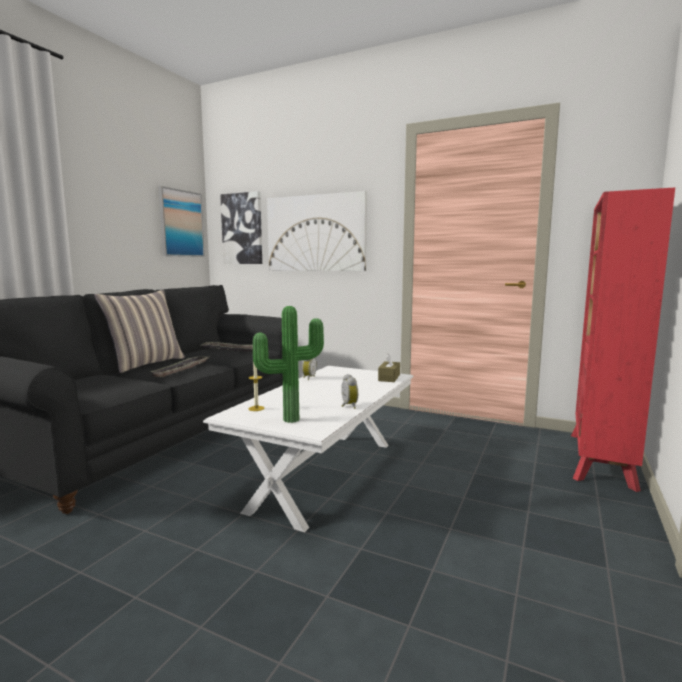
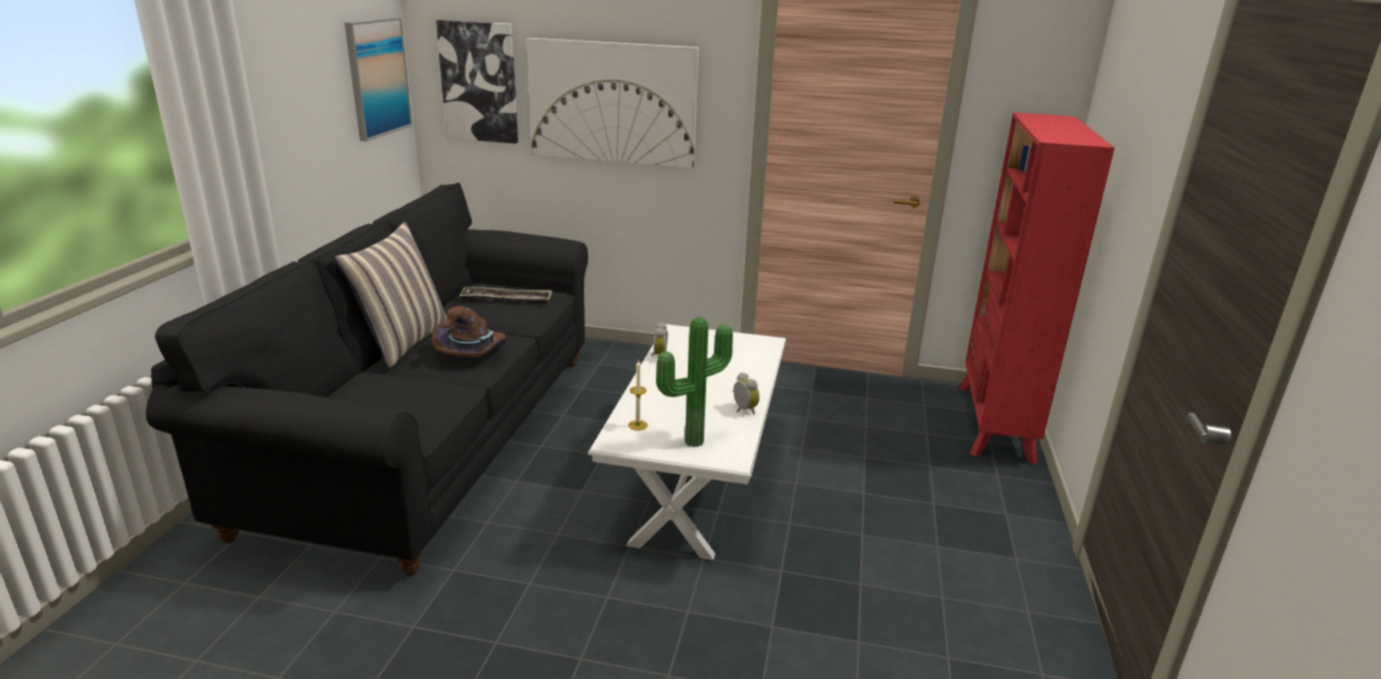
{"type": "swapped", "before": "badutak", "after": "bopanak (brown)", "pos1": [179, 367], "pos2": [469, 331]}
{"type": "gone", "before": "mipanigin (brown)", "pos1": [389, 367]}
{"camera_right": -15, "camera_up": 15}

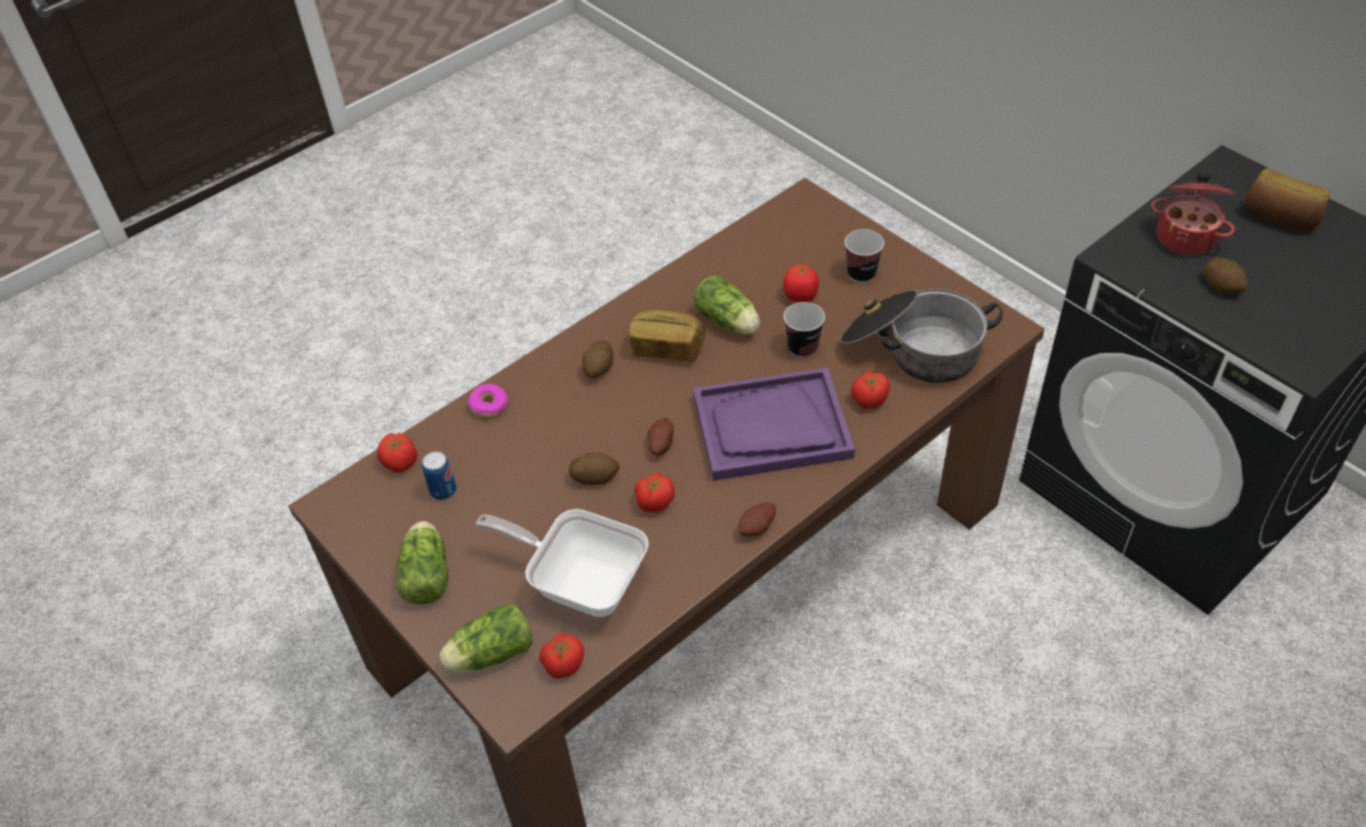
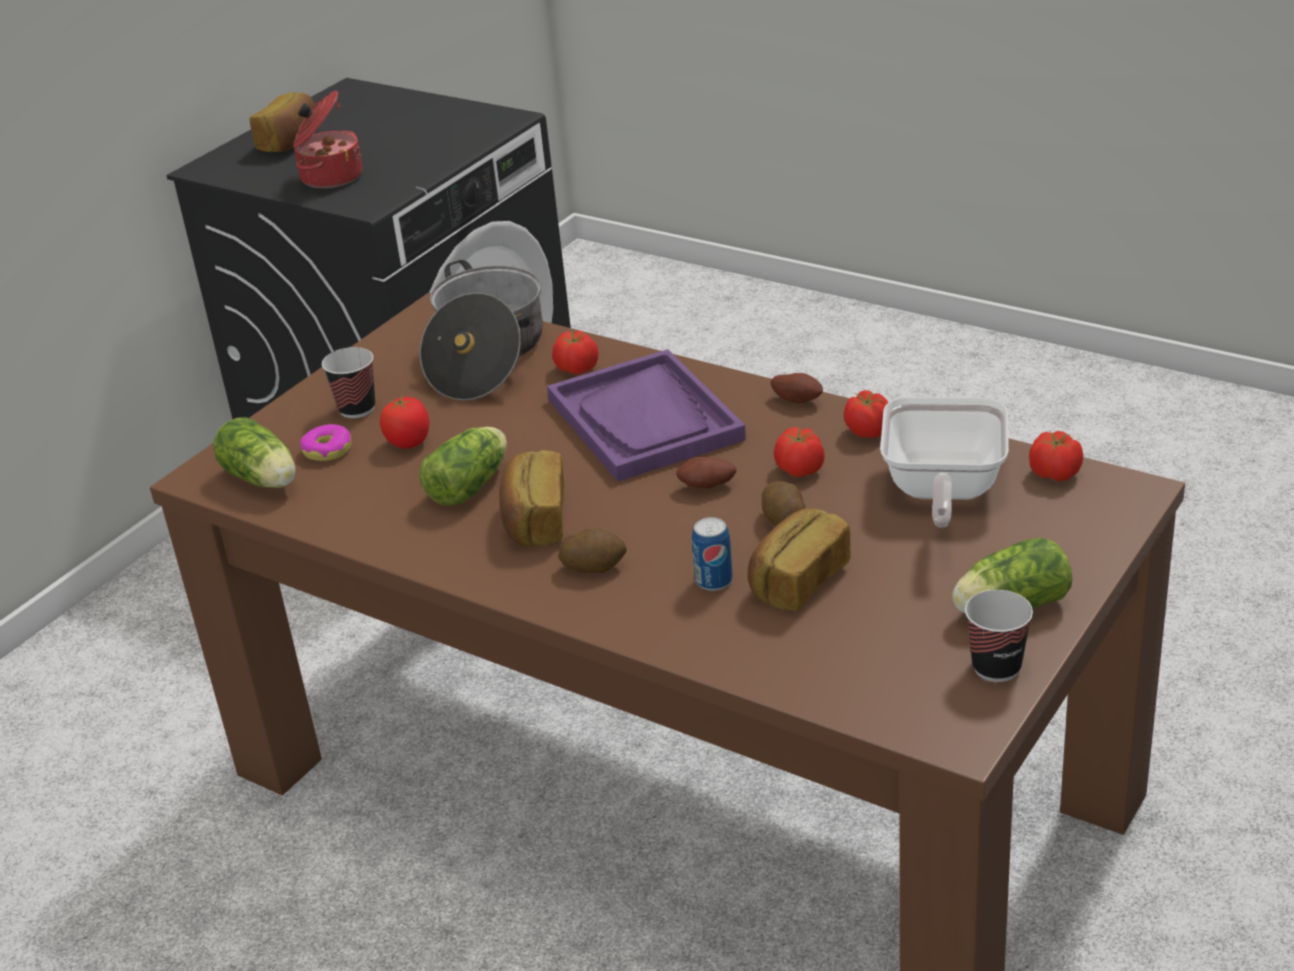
{"type": "shifted", "before": "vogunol", "pos1": [485, 638], "pos2": [254, 452]}
{"type": "shifted", "before": "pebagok", "pos1": [488, 401], "pos2": [326, 442]}
{"type": "shifted", "before": "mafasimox", "pos1": [439, 475], "pos2": [712, 554]}
{"type": "new", "after": "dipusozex", "pos2": [799, 559]}
{"type": "shifted", "before": "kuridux", "pos1": [397, 453], "pos2": [866, 414]}
{"type": "shifted", "before": "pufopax", "pos1": [804, 330], "pos2": [999, 636]}
{"type": "gone", "before": "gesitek", "pos1": [1226, 275]}
{"camera_right": -105, "camera_up": -15}

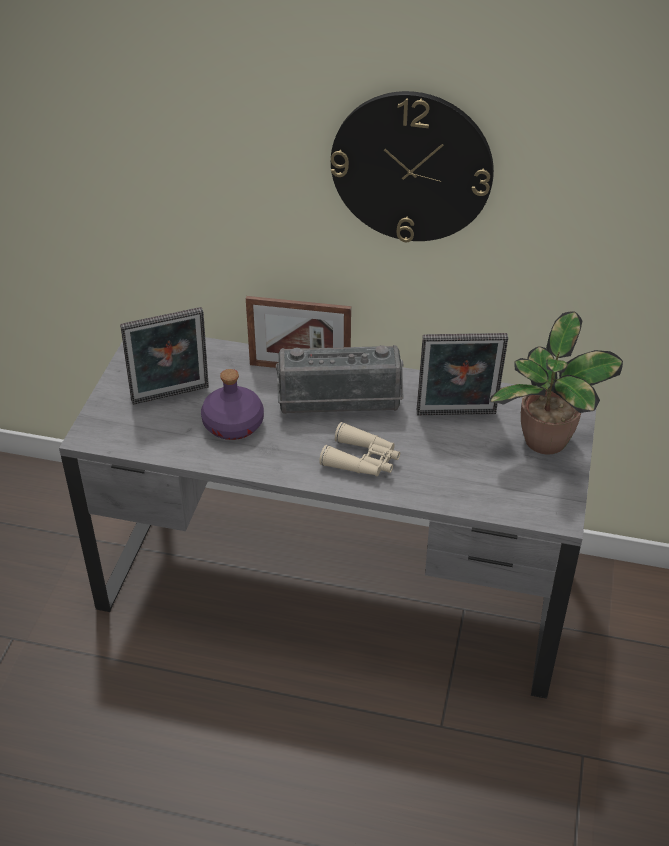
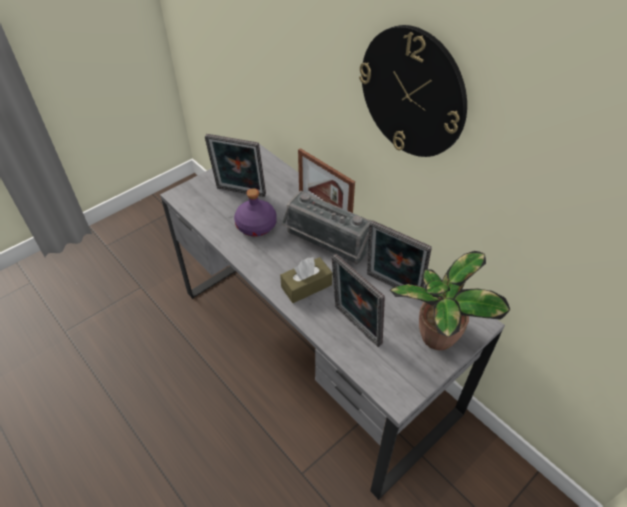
{"type": "swapped", "before": "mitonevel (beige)", "after": "mipanigin (brown)", "pos1": [359, 449], "pos2": [306, 280]}
{"type": "new", "after": "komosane", "pos2": [358, 300]}
{"camera_right": 35, "camera_up": 5}

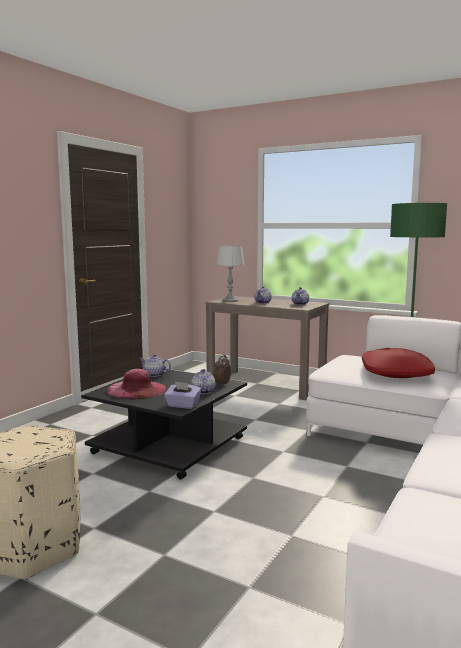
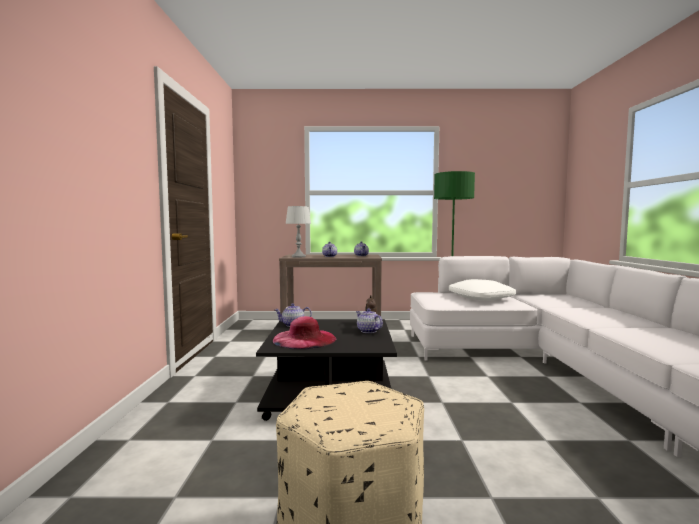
{"type": "repainted", "before": "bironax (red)", "after": "bironax (white)", "pos1": [398, 363], "pos2": [482, 290]}
{"type": "gone", "before": "mipanigin (purple)", "pos1": [182, 395]}
{"camera_right": -30, "camera_up": -5}

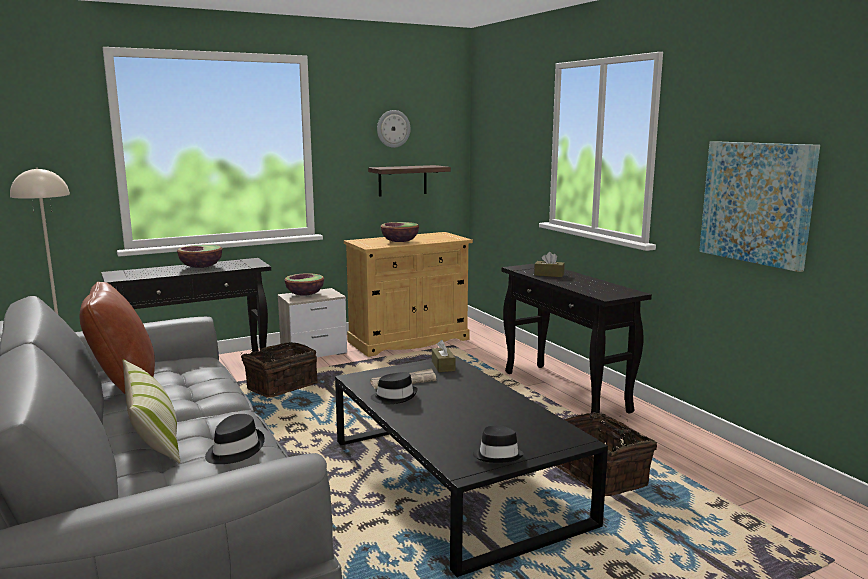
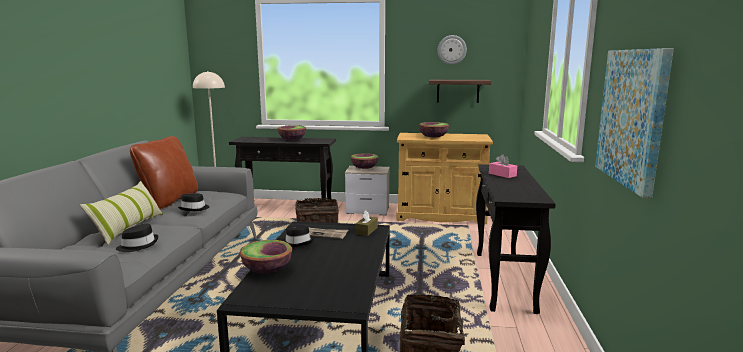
{"type": "shifted", "before": "bopanak (black)", "pos1": [498, 444], "pos2": [193, 202]}
{"type": "new", "after": "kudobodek", "pos2": [266, 257]}
{"type": "repainted", "before": "mipanigin (brown)", "after": "mipanigin (pink)", "pos1": [549, 264], "pos2": [503, 166]}
{"camera_right": 35, "camera_up": 0}

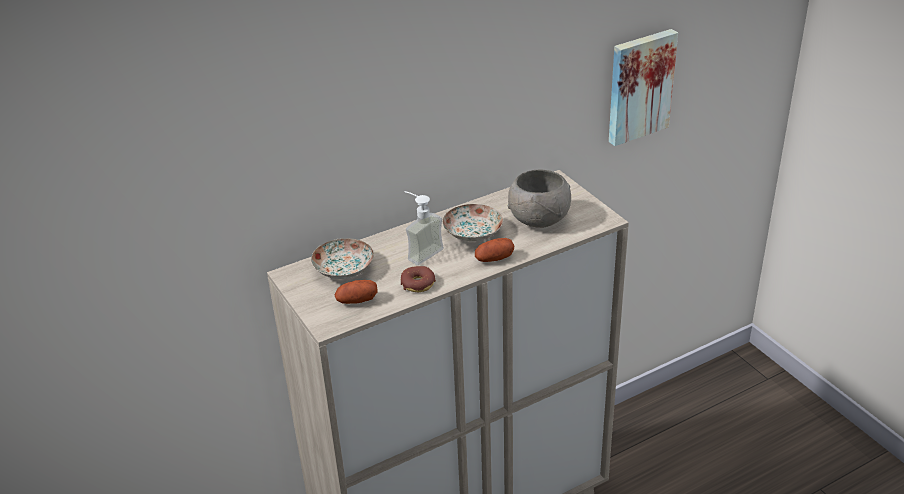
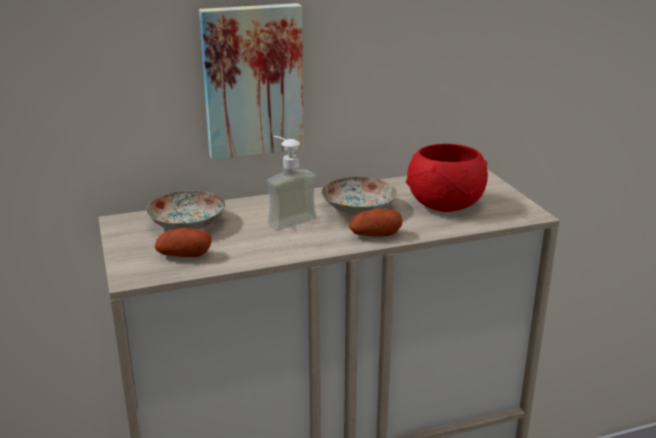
{"type": "shifted", "before": "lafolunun", "pos1": [643, 87], "pos2": [251, 81]}
{"type": "repainted", "before": "kudobodek (grey)", "after": "kudobodek (red)", "pos1": [539, 199], "pos2": [447, 178]}
{"type": "gone", "before": "pebagok", "pos1": [418, 279]}
{"camera_right": 10, "camera_up": -10}

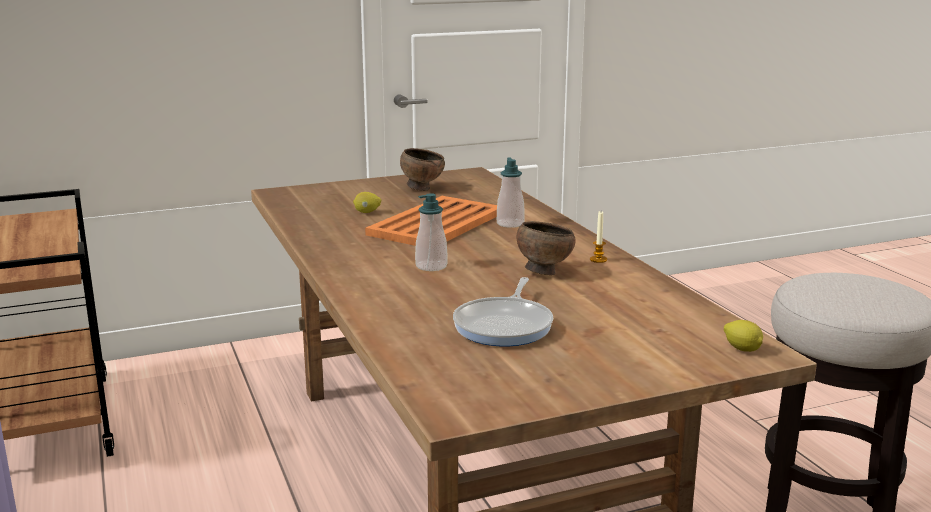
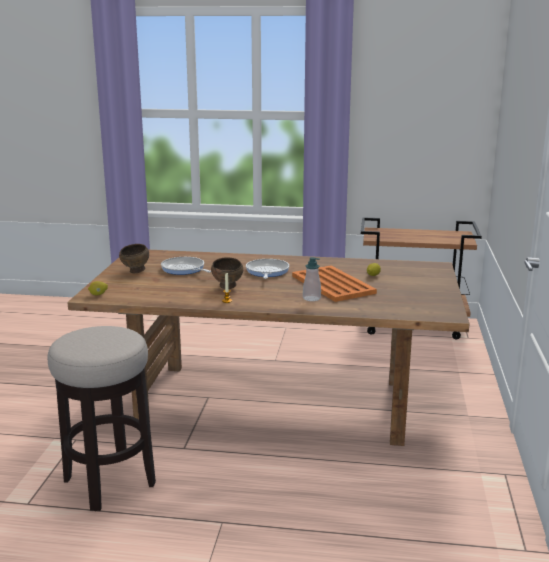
{"type": "shifted", "before": "kudobodek (brown)", "pos1": [422, 169], "pos2": [134, 258]}
{"type": "swapped", "before": "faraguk", "after": "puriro", "pos1": [431, 232], "pos2": [267, 269]}
{"camera_right": 120, "camera_up": 0}

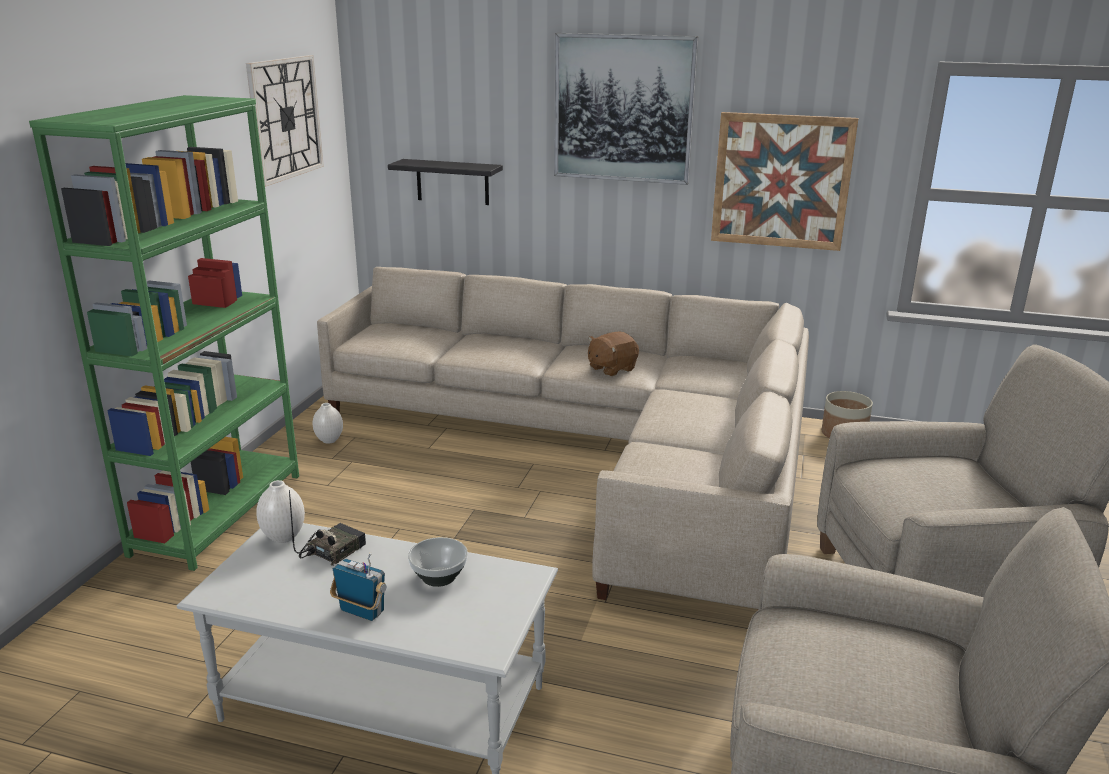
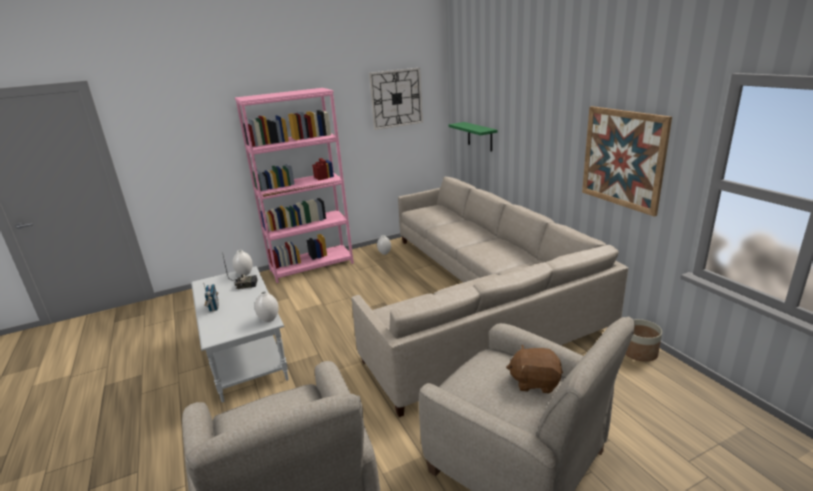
{"type": "repainted", "before": "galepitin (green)", "after": "galepitin (pink)", "pos1": [164, 333], "pos2": [294, 185]}
{"type": "new", "after": "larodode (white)", "pos2": [267, 306]}
{"type": "repainted", "before": "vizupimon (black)", "after": "vizupimon (green)", "pos1": [445, 182], "pos2": [473, 137]}
{"type": "shifted", "before": "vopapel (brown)", "pos1": [613, 354], "pos2": [534, 369]}
{"type": "gone", "before": "kudobodek", "pos1": [438, 562]}
{"type": "gone", "before": "lafolunun", "pos1": [626, 109]}
{"camera_right": 50, "camera_up": 0}

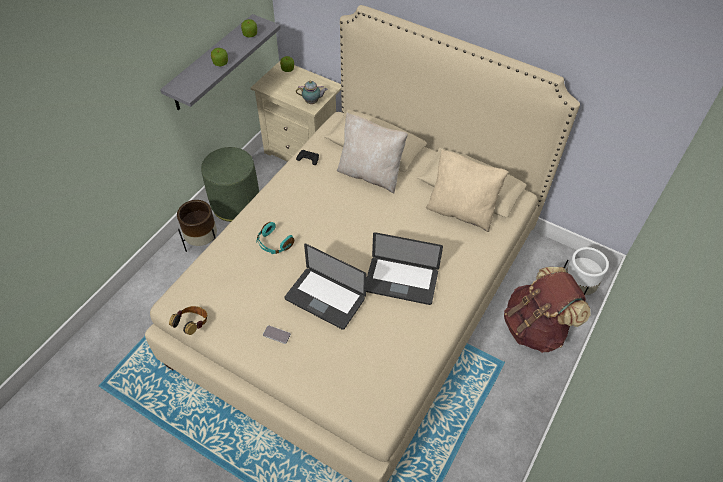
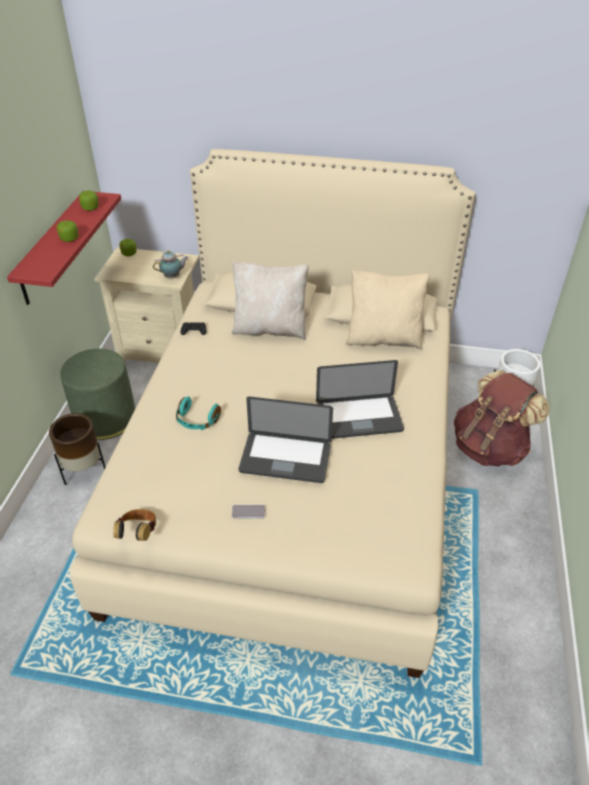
{"type": "repainted", "before": "vizupimon (grey)", "after": "vizupimon (red)", "pos1": [220, 62], "pos2": [64, 248]}
{"camera_right": -20, "camera_up": -10}

